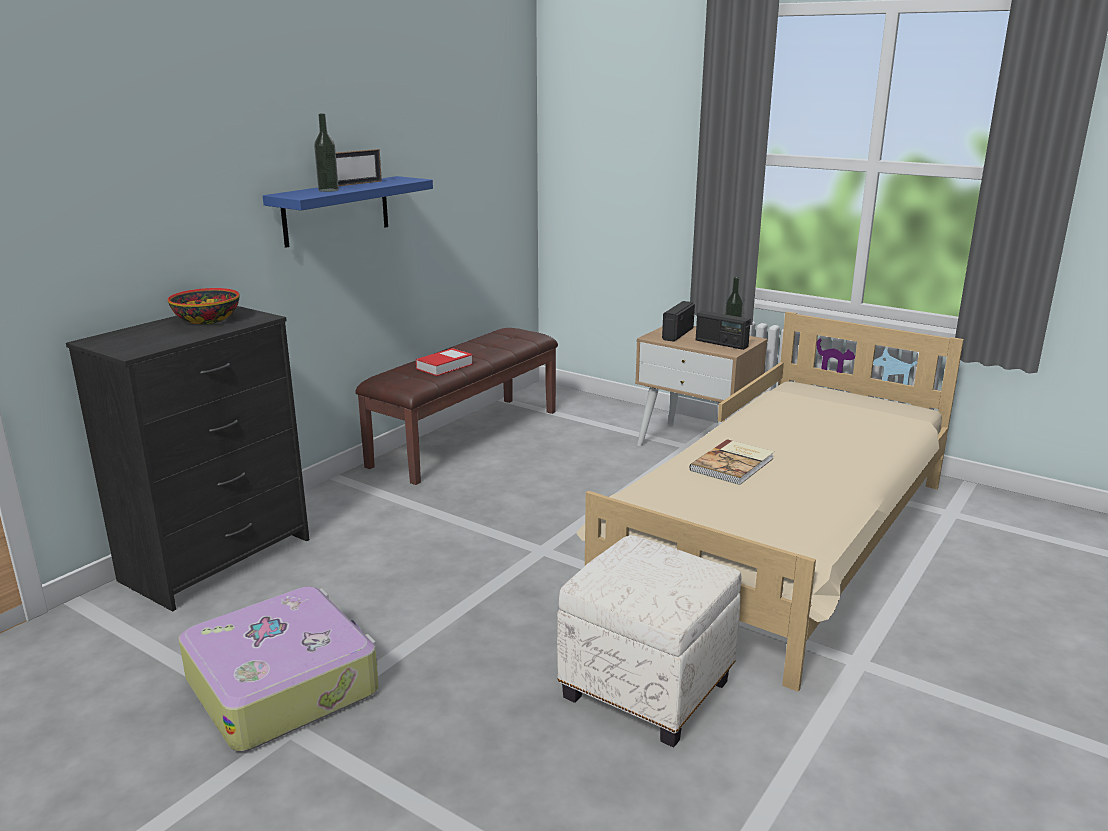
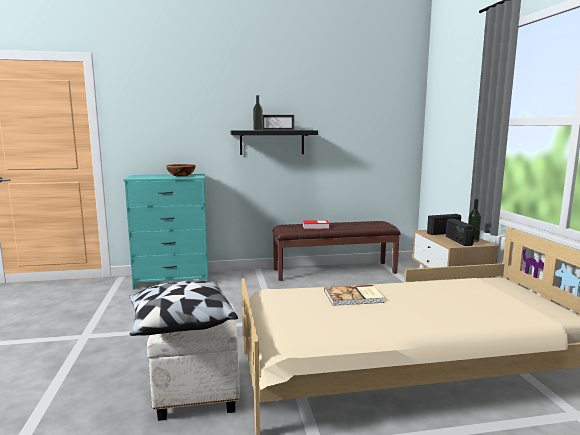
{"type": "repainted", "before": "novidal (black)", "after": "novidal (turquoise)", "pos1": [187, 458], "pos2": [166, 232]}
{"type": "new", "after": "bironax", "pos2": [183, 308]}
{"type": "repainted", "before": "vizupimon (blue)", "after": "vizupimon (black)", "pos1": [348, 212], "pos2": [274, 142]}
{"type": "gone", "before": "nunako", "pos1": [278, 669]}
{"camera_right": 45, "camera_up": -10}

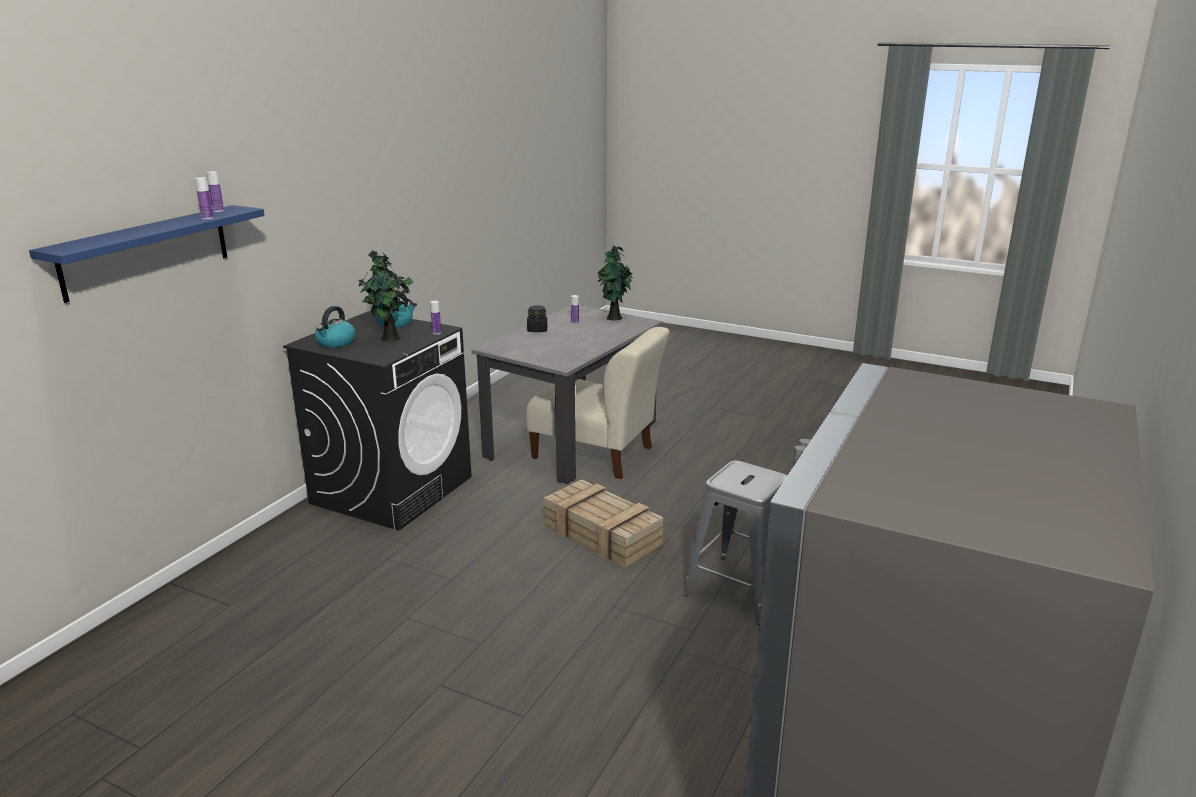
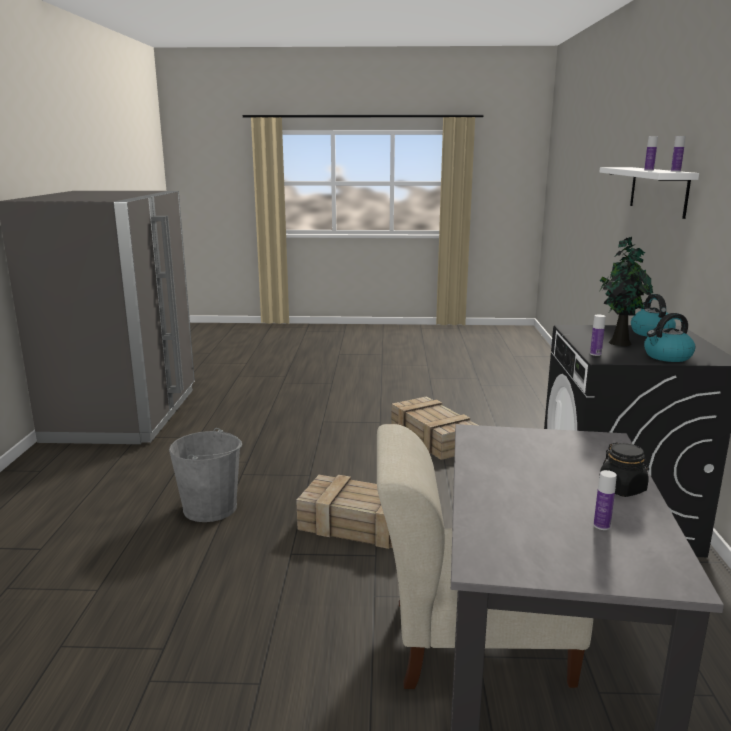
{"type": "swapped", "before": "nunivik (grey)", "after": "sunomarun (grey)", "pos1": [735, 542], "pos2": [205, 475]}
{"type": "new", "after": "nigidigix", "pos2": [434, 428]}
{"type": "repainted", "before": "vizupimon (blue)", "after": "vizupimon (white)", "pos1": [147, 254], "pos2": [649, 193]}
{"type": "gone", "before": "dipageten", "pos1": [616, 283]}
{"camera_right": 155, "camera_up": -5}

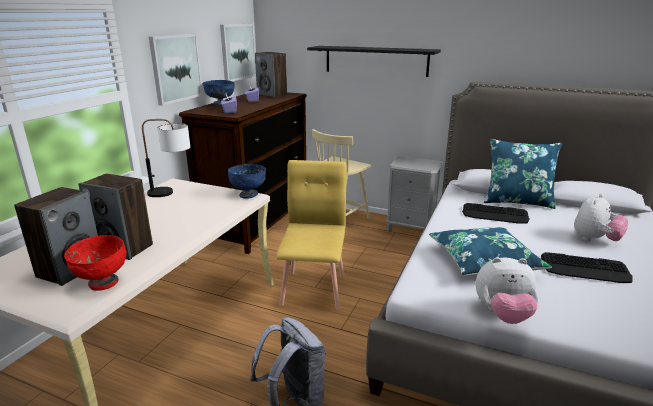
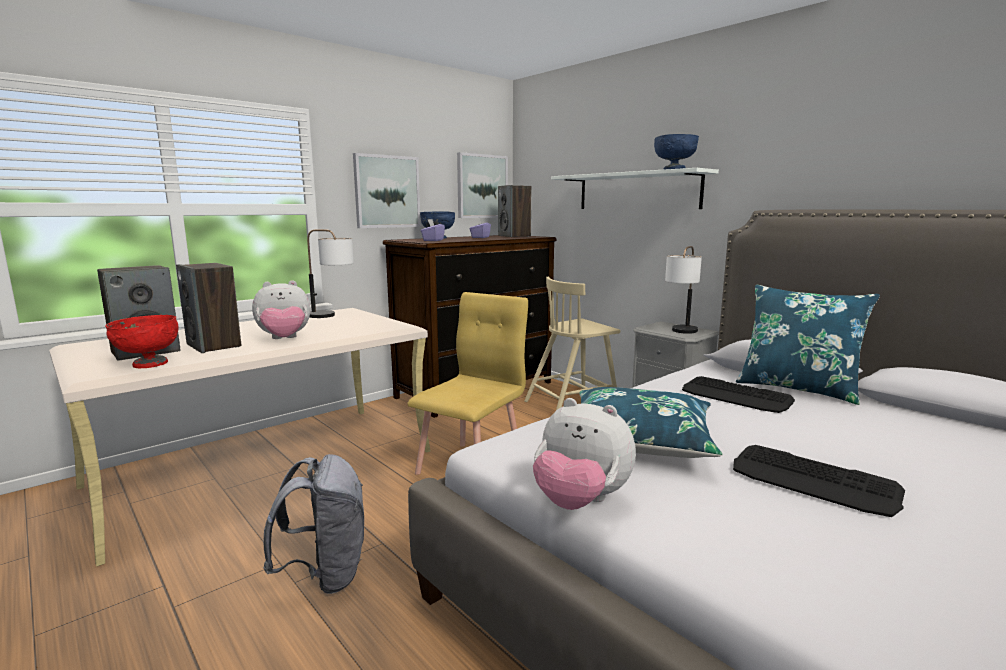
{"type": "shifted", "before": "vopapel", "pos1": [601, 217], "pos2": [281, 309]}
{"type": "repainted", "before": "vizupimon (black)", "after": "vizupimon (white)", "pos1": [374, 61], "pos2": [635, 188]}
{"type": "shifted", "before": "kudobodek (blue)", "pos1": [247, 181], "pos2": [676, 152]}
{"type": "new", "after": "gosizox", "pos2": [683, 290]}
{"camera_right": 25, "camera_up": -10}

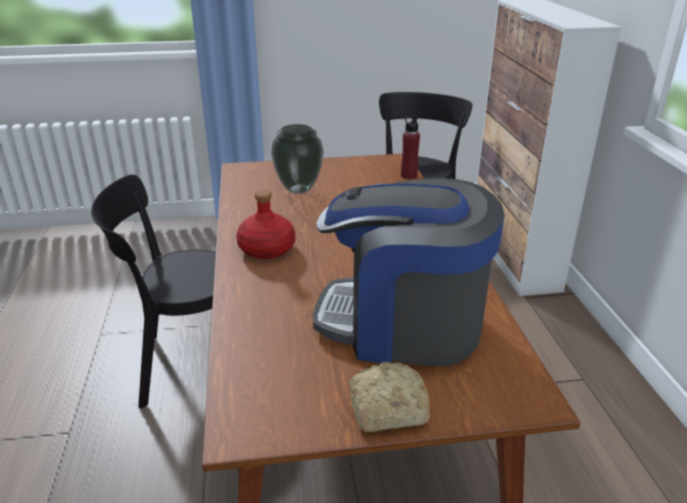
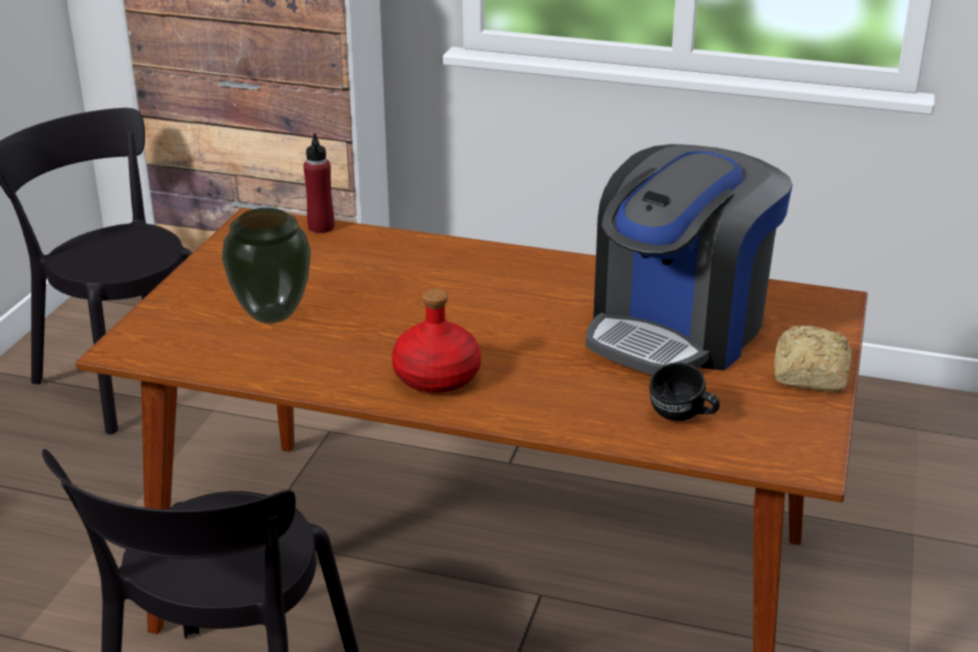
{"type": "new", "after": "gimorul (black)", "pos2": [685, 391]}
{"camera_right": -65, "camera_up": 0}

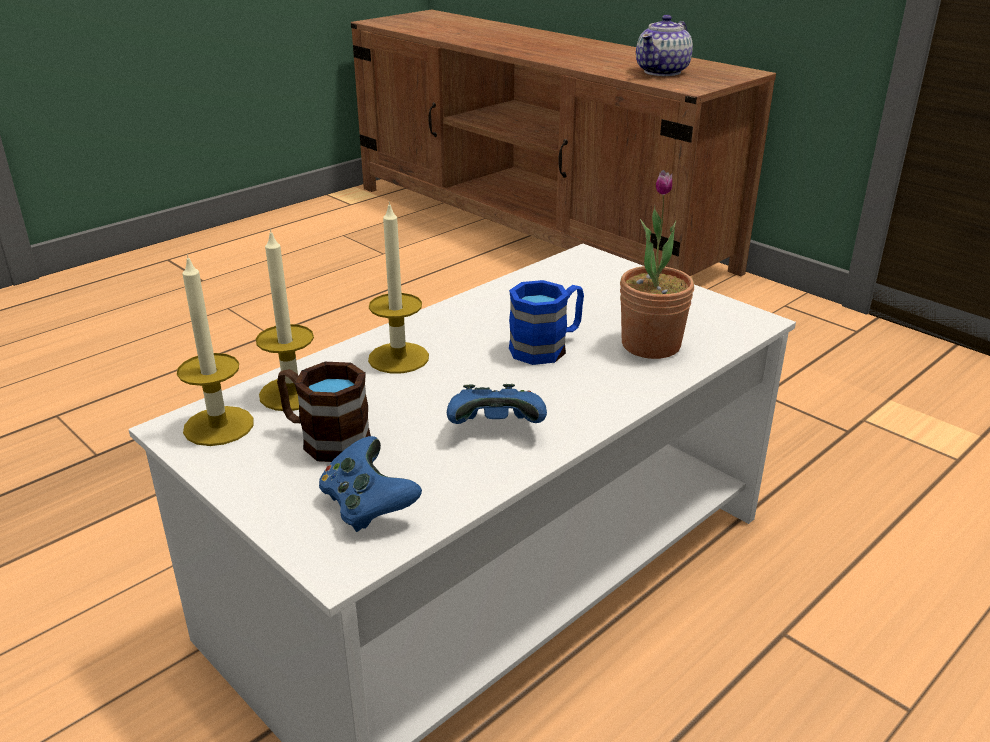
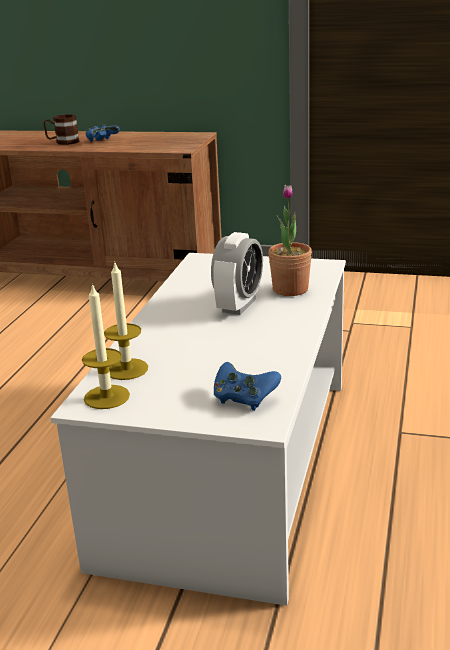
{"type": "shifted", "before": "gimorul (brown)", "pos1": [324, 412], "pos2": [61, 129]}
{"type": "shifted", "before": "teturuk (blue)", "pos1": [497, 404], "pos2": [103, 133]}
{"type": "swapped", "before": "gimorul (blue)", "after": "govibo", "pos1": [546, 322], "pos2": [237, 273]}
{"type": "gone", "before": "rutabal", "pos1": [398, 288]}
{"type": "gone", "before": "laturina", "pos1": [664, 45]}
{"camera_right": -30, "camera_up": -5}

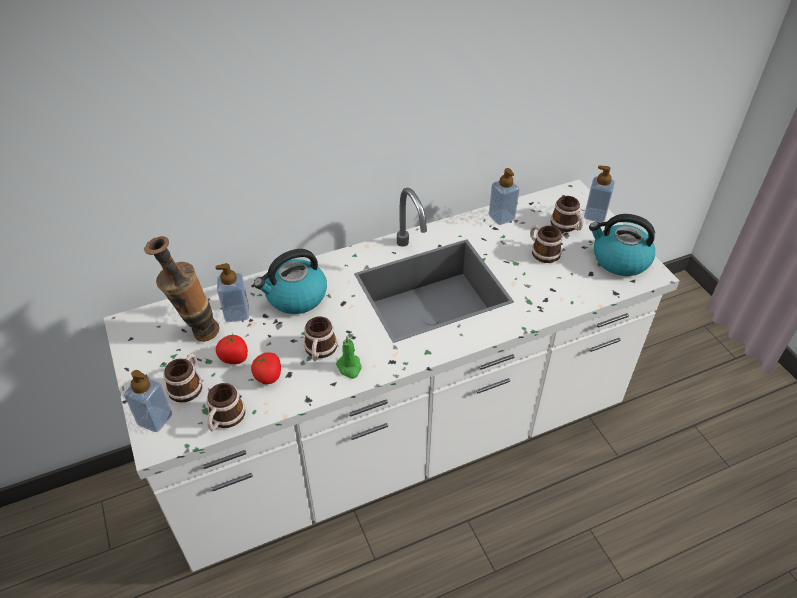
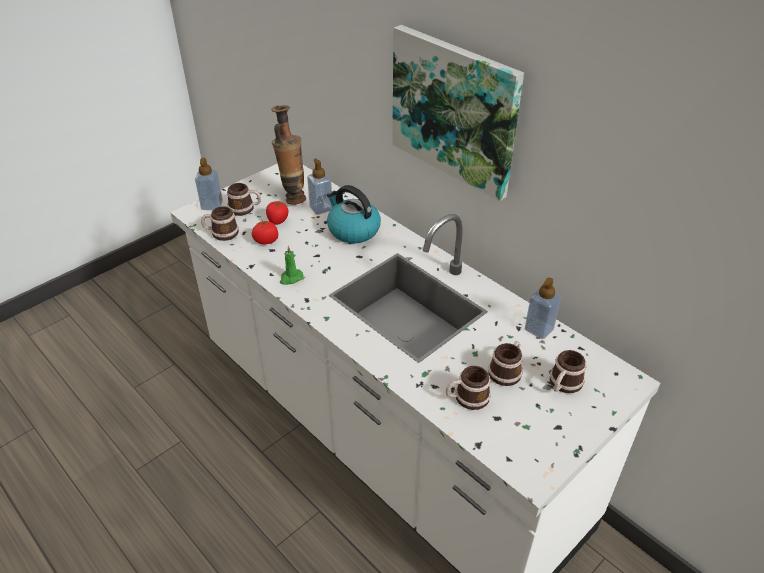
{"type": "new", "after": "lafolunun", "pos2": [458, 113]}
{"type": "shifted", "before": "gimorul", "pos1": [320, 339], "pos2": [468, 388]}
{"type": "gone", "before": "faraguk", "pos1": [599, 193]}
{"type": "gone", "before": "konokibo", "pos1": [622, 245]}
{"camera_right": 70, "camera_up": -5}

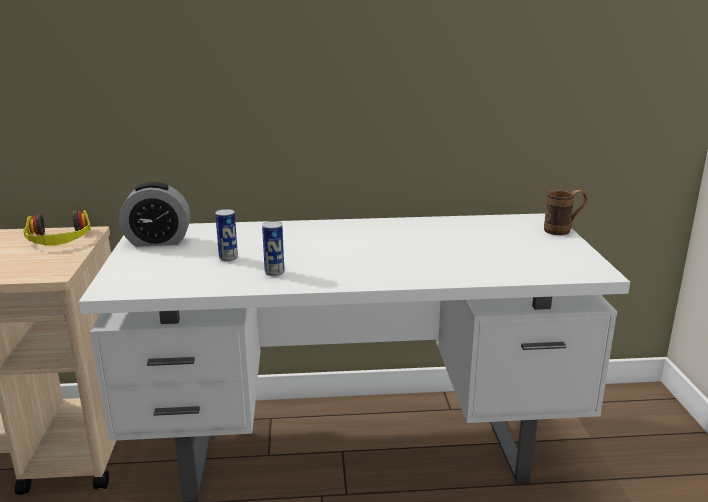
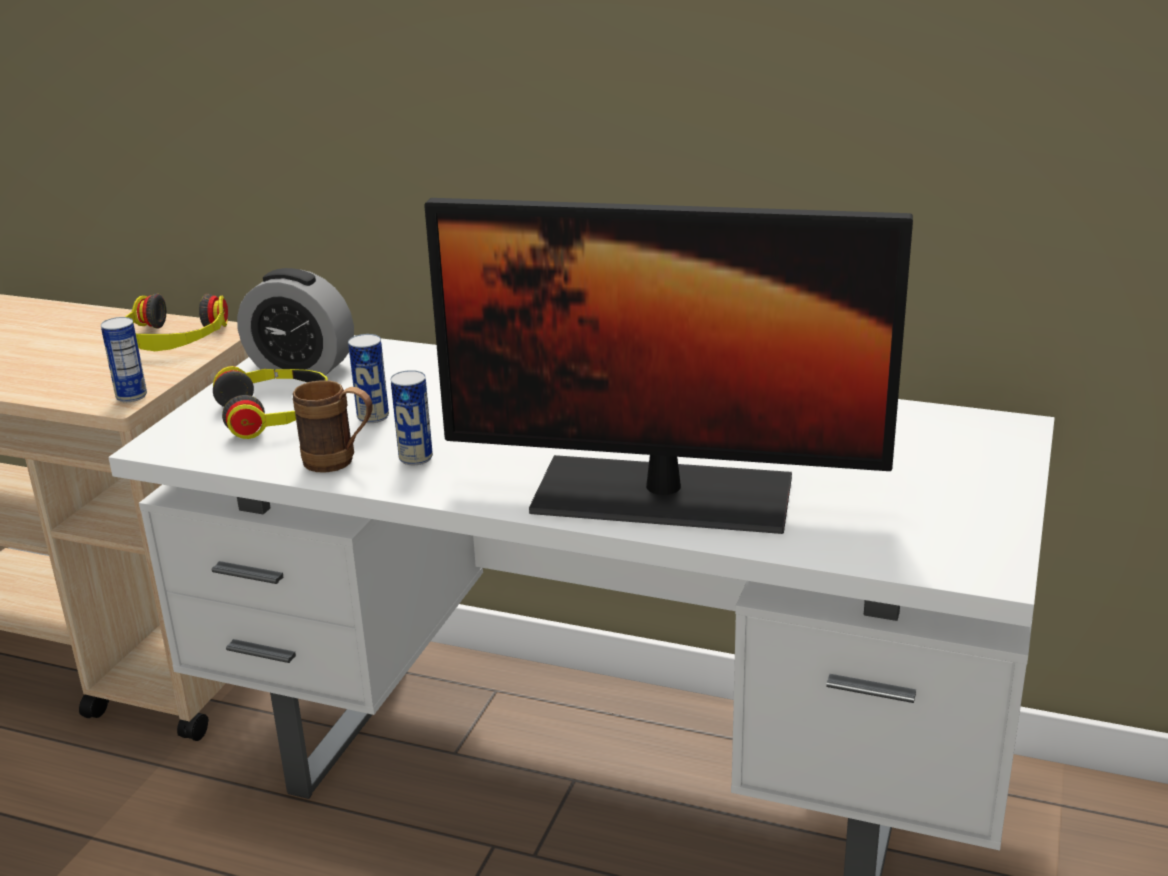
{"type": "new", "after": "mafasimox", "pos2": [124, 359]}
{"type": "new", "after": "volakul", "pos2": [270, 402]}
{"type": "shifted", "before": "gimorul (brown)", "pos1": [565, 212], "pos2": [332, 426]}
{"type": "new", "after": "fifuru", "pos2": [668, 366]}
{"camera_right": 25, "camera_up": 5}

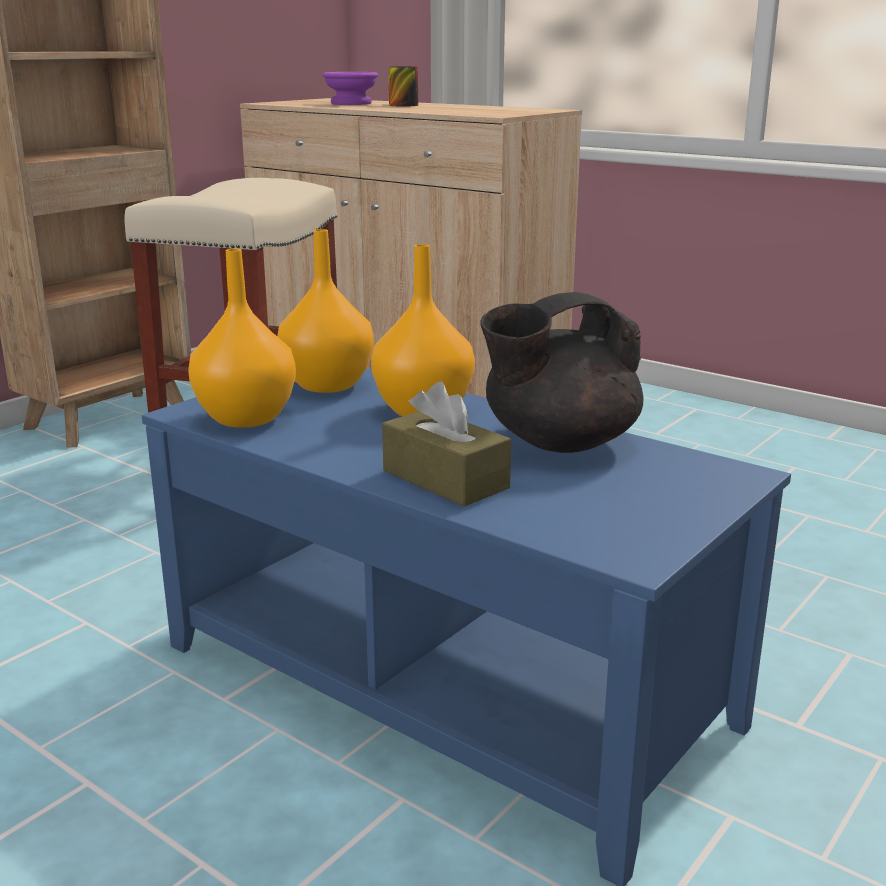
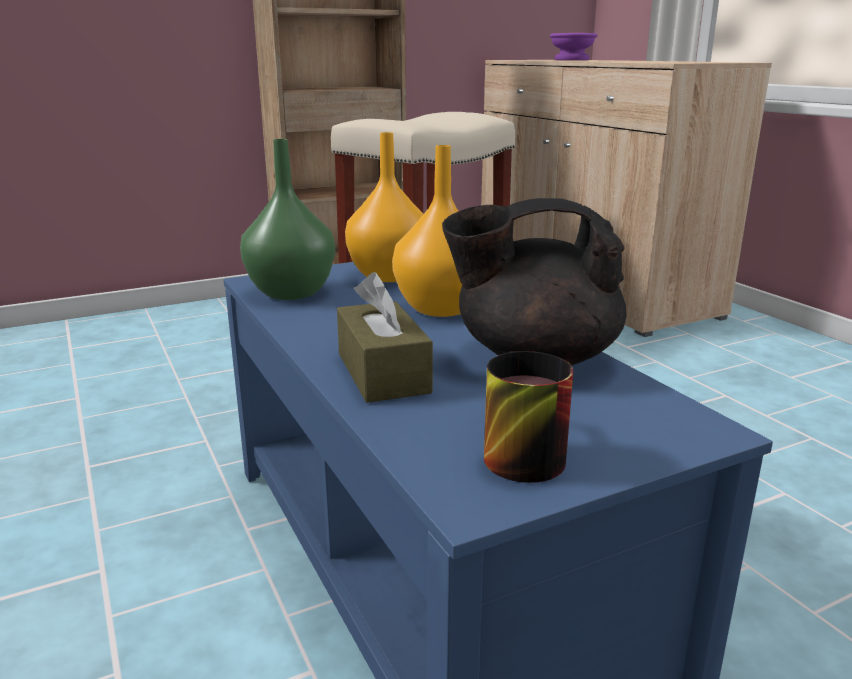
{"type": "repainted", "before": "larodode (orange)", "after": "larodode (green)", "pos1": [242, 338], "pos2": [287, 219]}
{"type": "shifted", "before": "gimorul", "pos1": [403, 87], "pos2": [528, 417]}
{"camera_right": 25, "camera_up": 0}

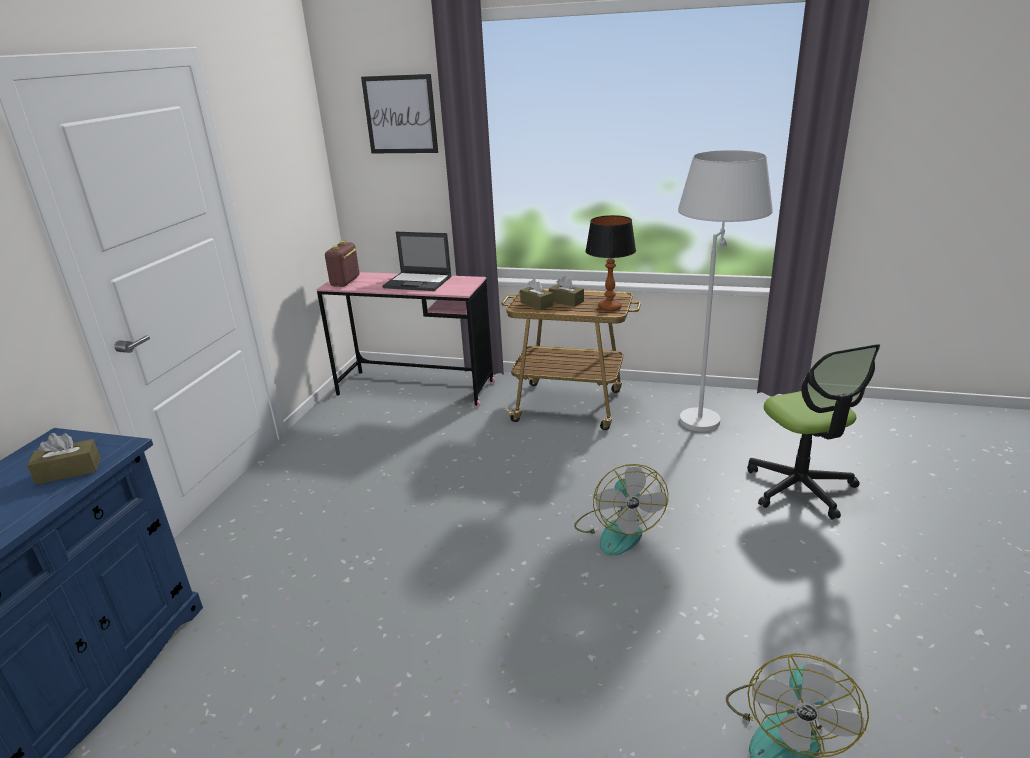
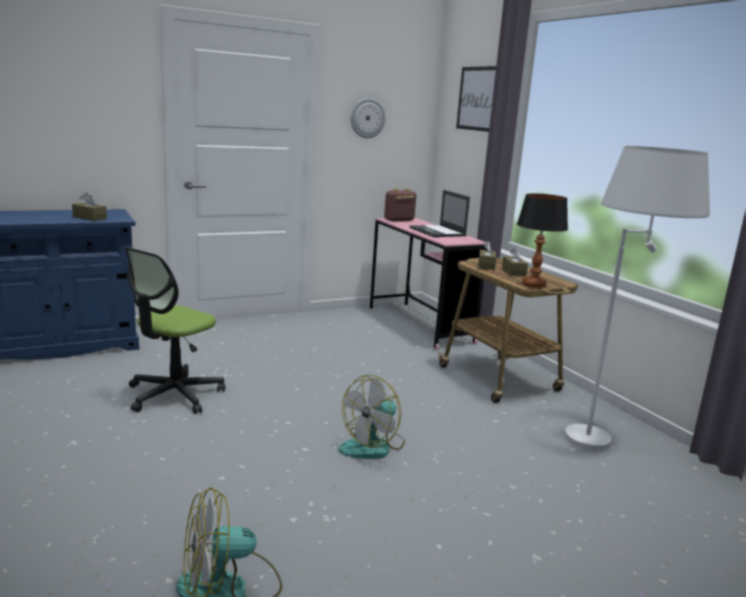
{"type": "shifted", "before": "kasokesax", "pos1": [813, 431], "pos2": [175, 330]}
{"type": "new", "after": "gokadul", "pos2": [368, 118]}
{"camera_right": 45, "camera_up": -10}

